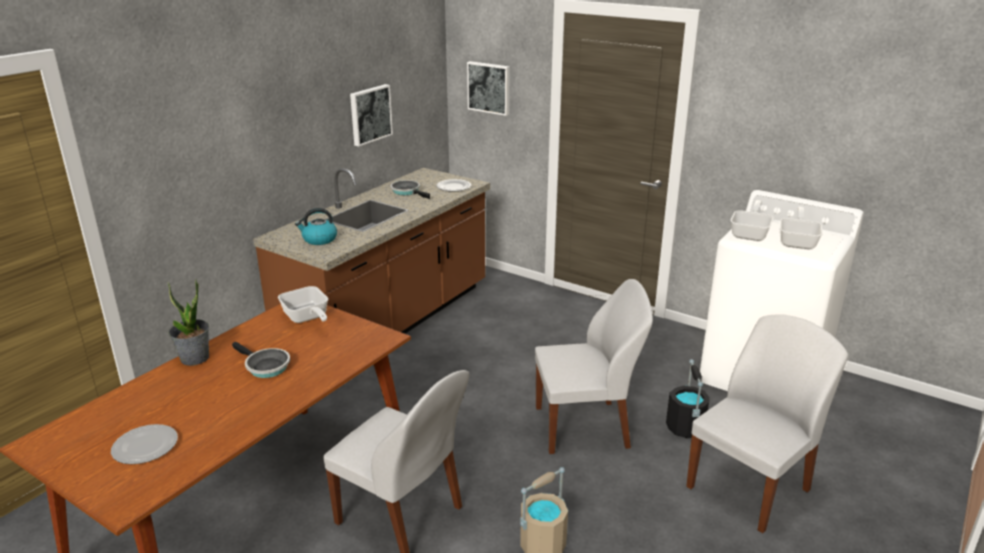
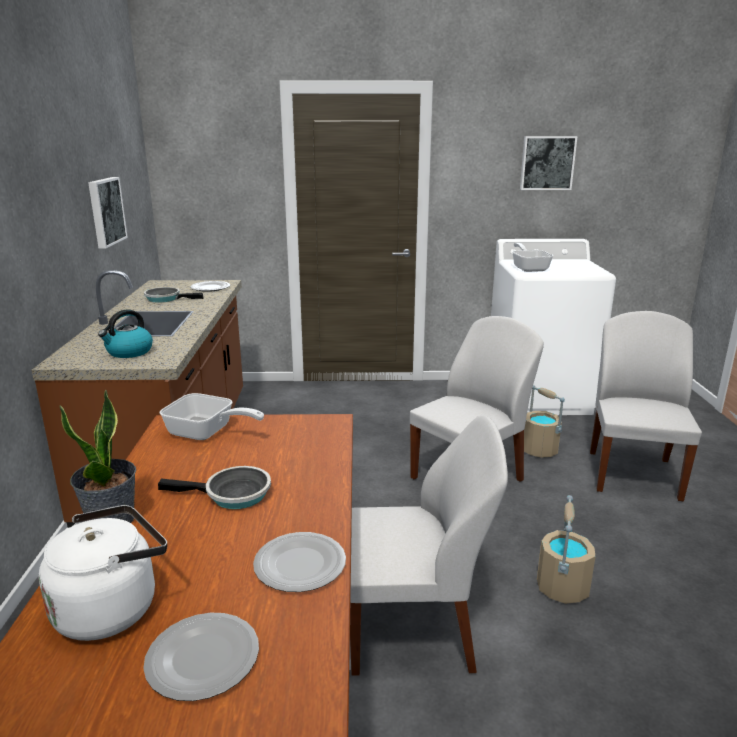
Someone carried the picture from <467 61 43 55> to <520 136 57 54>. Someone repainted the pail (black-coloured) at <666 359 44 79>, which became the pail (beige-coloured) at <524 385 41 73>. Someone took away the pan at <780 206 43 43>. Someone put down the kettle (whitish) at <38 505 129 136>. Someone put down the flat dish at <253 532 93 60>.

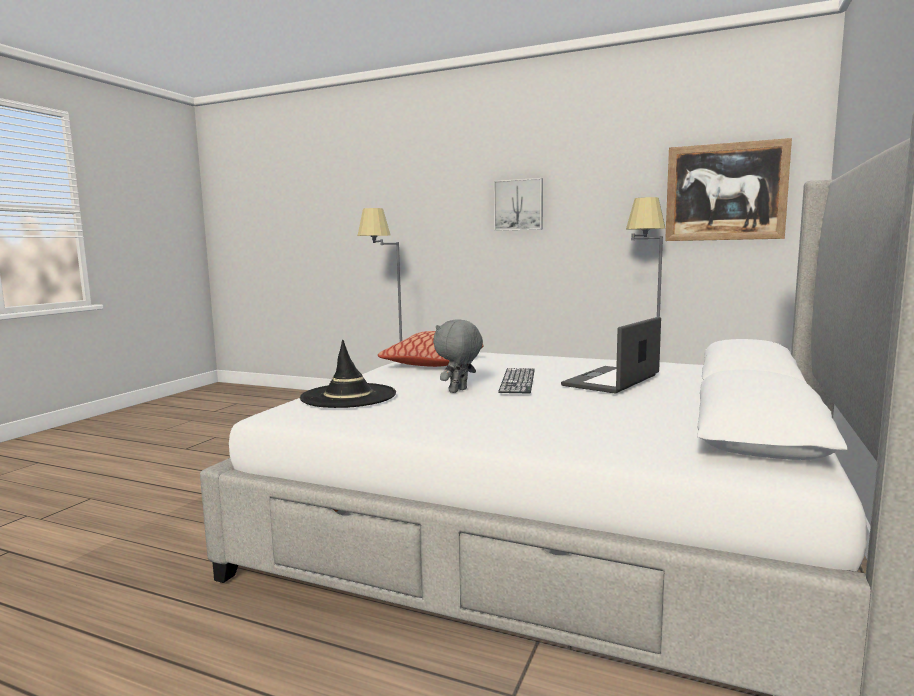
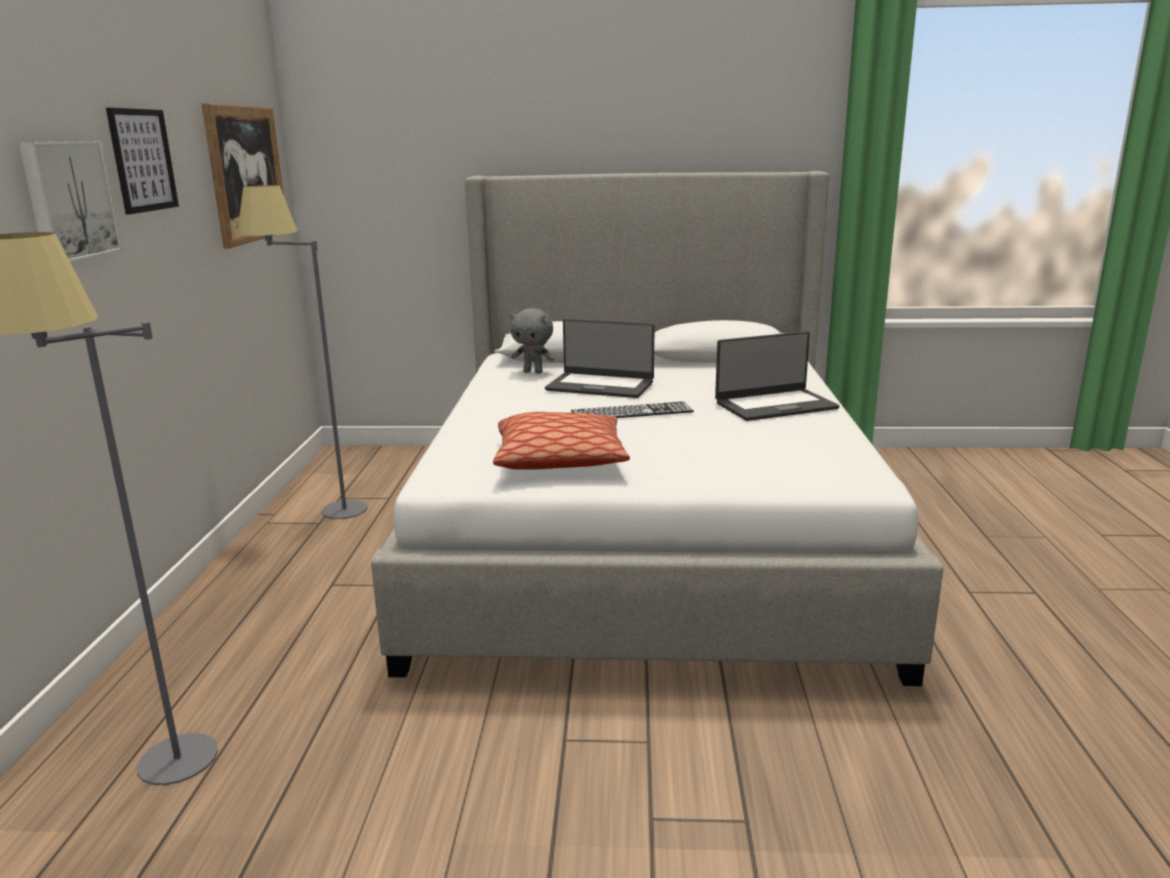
Someone took away the hat (black-coloured) at <300 340 96 68>. Someone carried the cuddly toy (gray) from <433 320 50 73> to <510 308 44 65>. Someone put up the picture at <106 108 73 107>. Someone put down the portable computer at <715 331 124 90>.

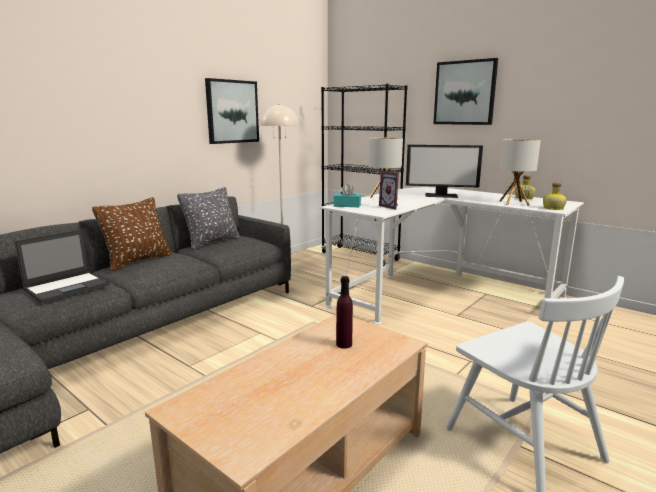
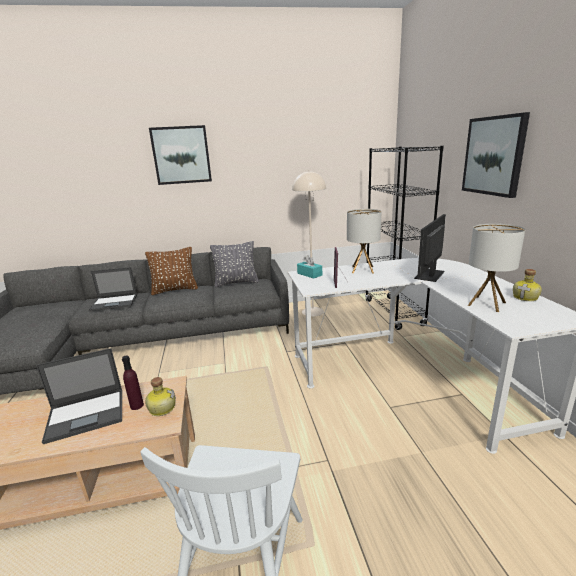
Someone carried the picture from <205 78 54 66> to <149 125 63 60>. Someone rotated the computer display at <406 145 77 53> by 75 degrees clockwise. Someone carried the drink bottle from <543 182 24 28> to <145 377 31 39>. Someone put down the portable computer at <36 348 86 96>.

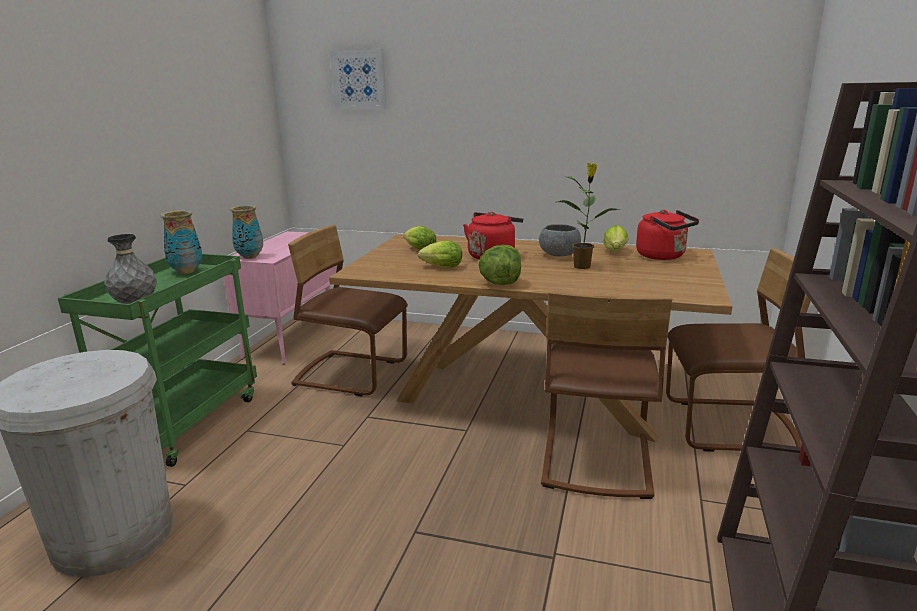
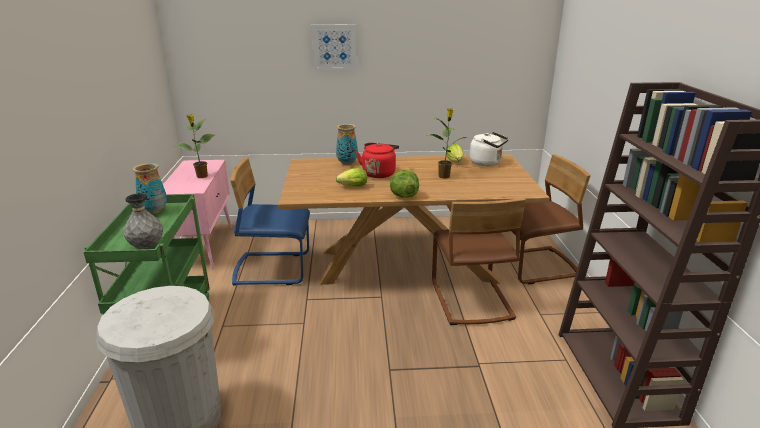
Someone carried the vase from <230 205 33 54> to <336 124 22 41>. Someone repainted the chair (brown) at <288 225 120 171>, which became the chair (bluish) at <230 158 80 128>. Someone carried the picture from <330 49 57 60> to <312 24 45 46>. Someone took away the lettuce head at <403 226 34 24>. Someone took away the deep dish (gray) at <539 224 42 32>. Someone repainted the kettle (red-coloured) at <636 210 63 50>, which became the kettle (whitish) at <470 132 39 34>. Someone put down the plant in a pot at <176 114 39 64>.

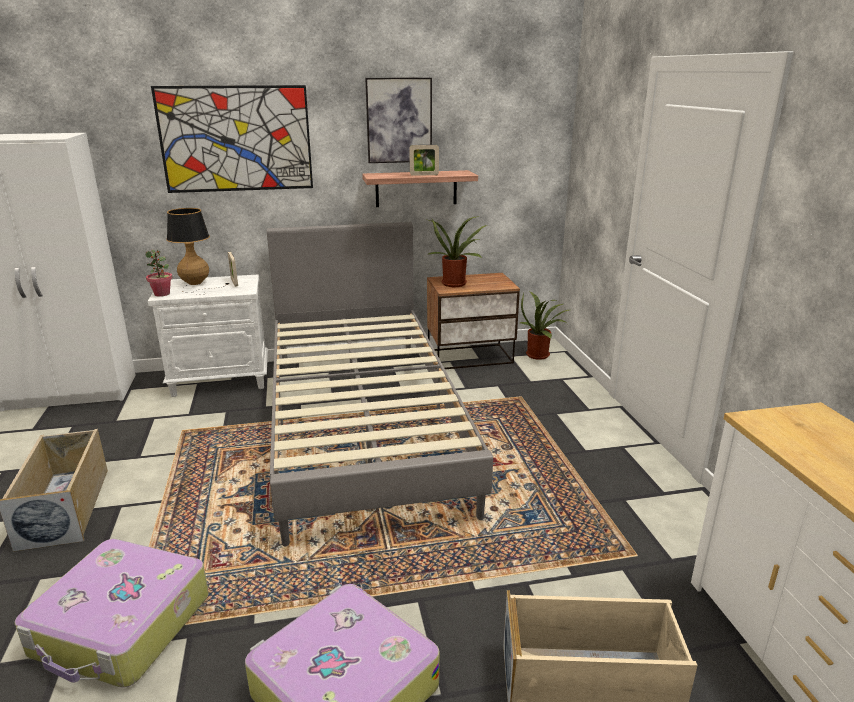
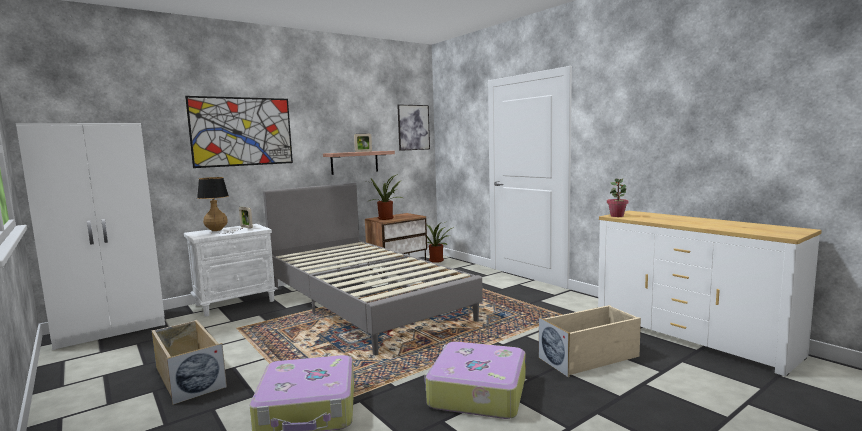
Someone carried the plant in a pot from <146 250 26 47> to <607 178 21 39>. Someone carried the picture from <365 78 67 85> to <397 104 33 47>.

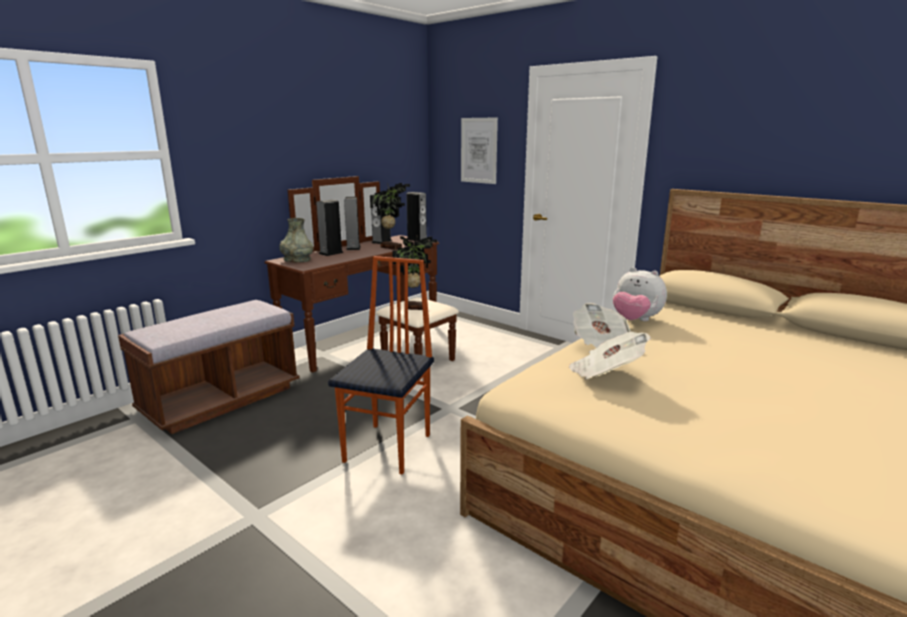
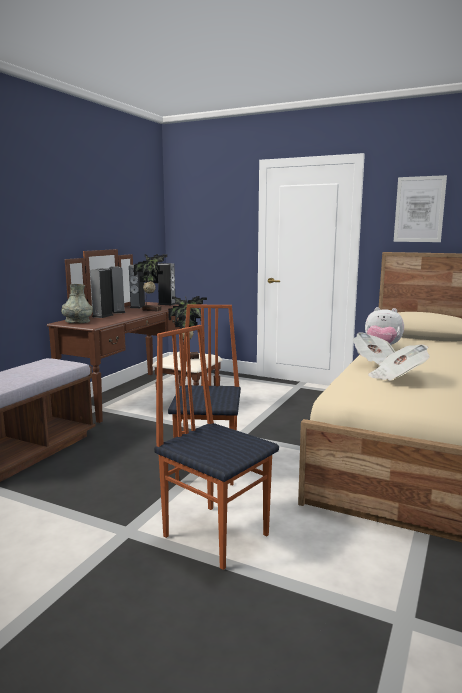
Someone carried the picture from <461 117 37 67> to <394 175 53 67>. Someone put down the chair at <154 325 125 245>.

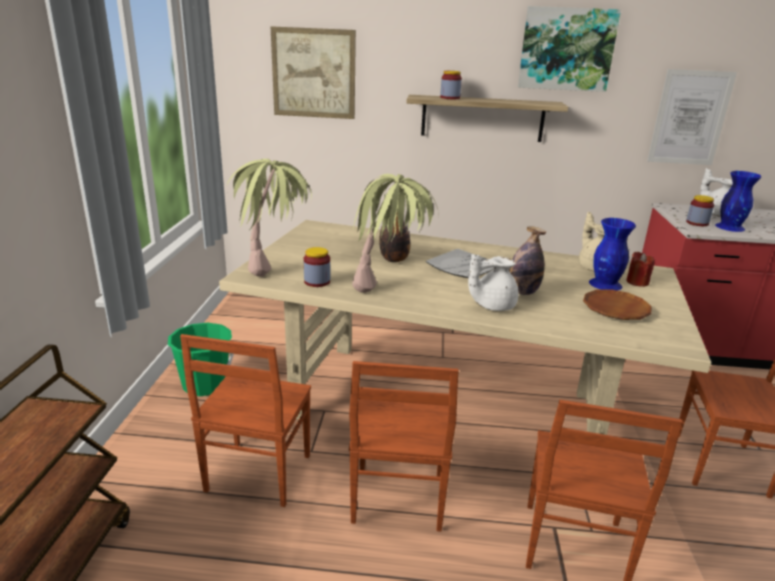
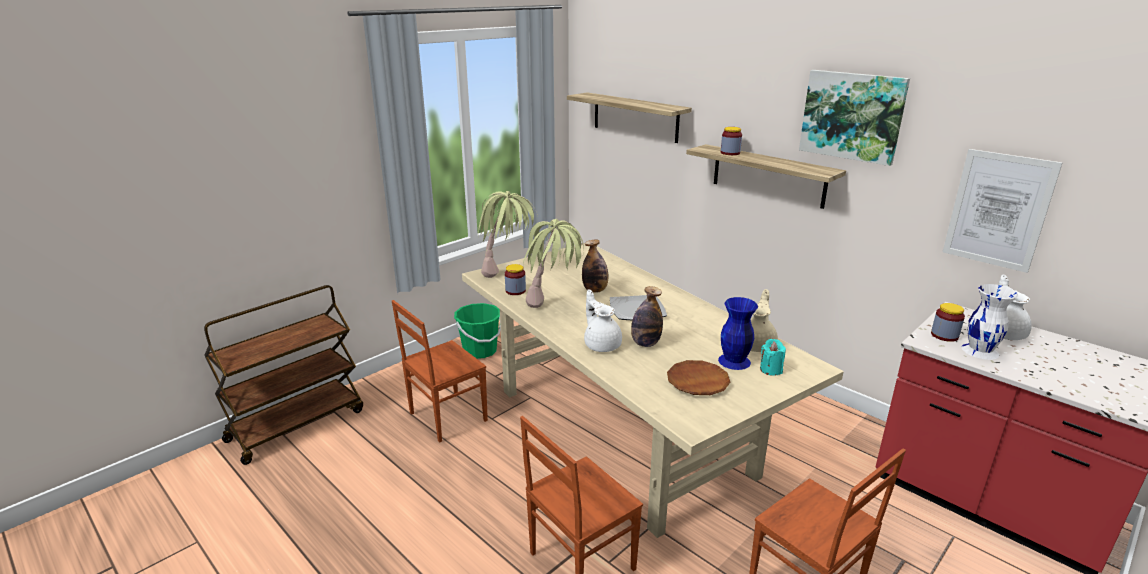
Someone swapped the picture at <271 26 85 93> for the bracket shelf at <567 92 125 51>. Someone took away the chair (brown) at <349 361 110 171>. Someone rotated the teapot (whitish) at <468 254 51 57> by 45 degrees clockwise. Someone repainted the wax candle (red-coloured) at <626 252 29 35>, which became the wax candle (blue-green) at <760 339 26 37>. Someone repainted the vase (bluish) at <715 171 46 61>, which became the vase (whitish) at <962 284 56 76>.

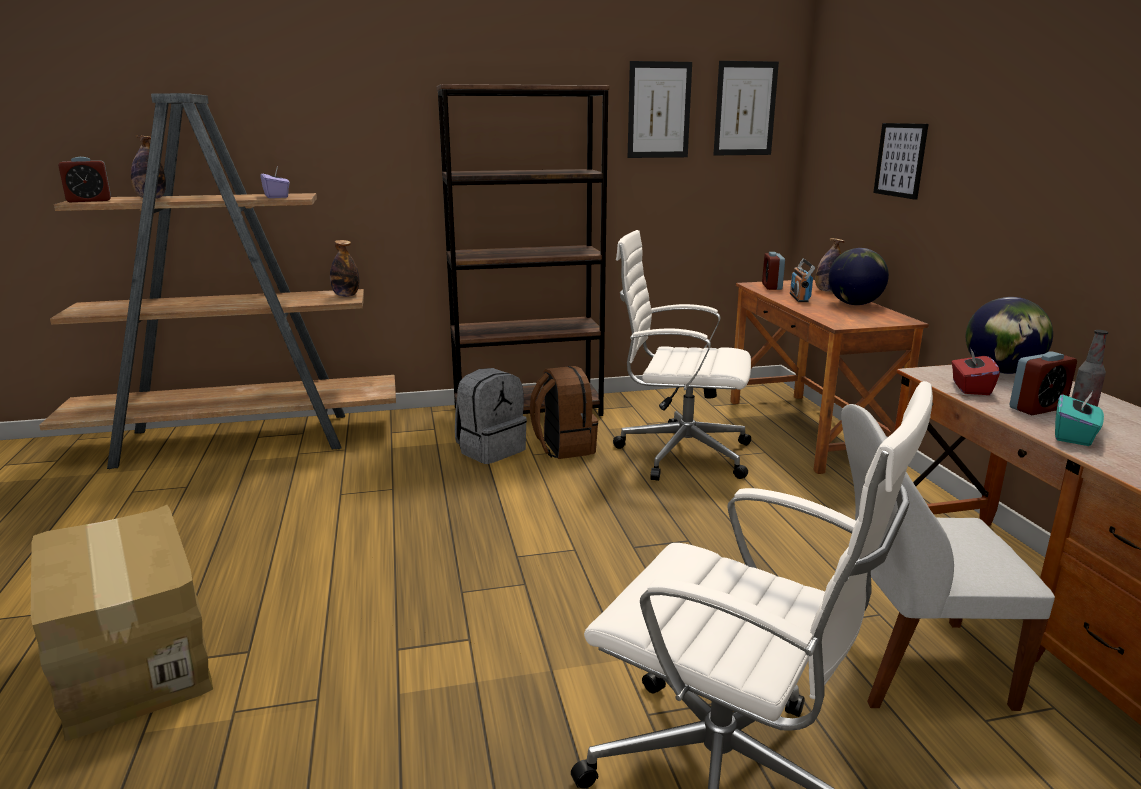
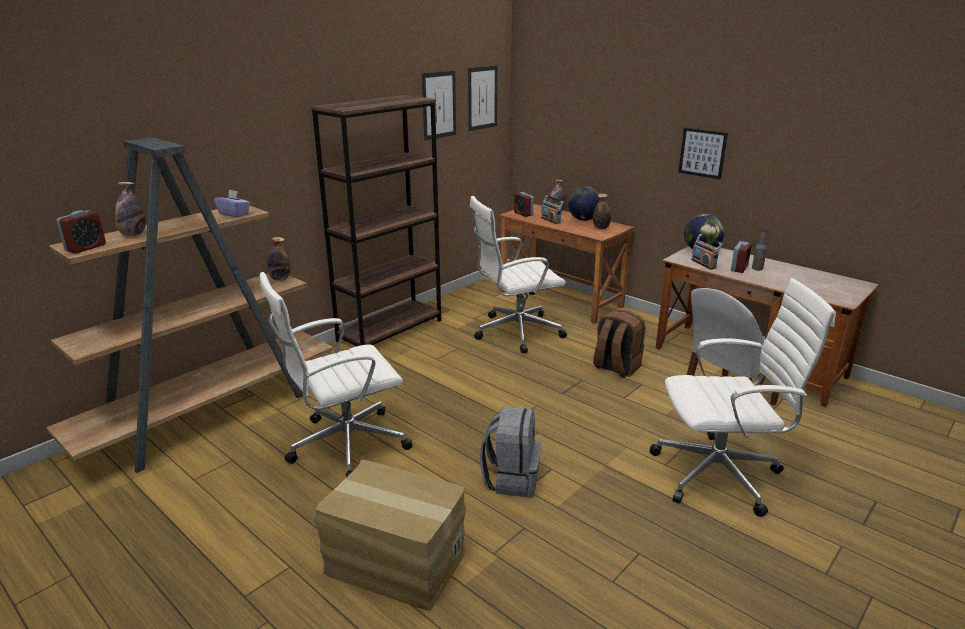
Someone carried the knapsack (gray) from <455 368 72 96> to <480 407 61 90>. Someone carried the knapsack (brown) from <530 366 68 93> to <593 309 52 69>. Someone carried the picture from <873 123 55 77> to <678 128 50 51>. Someone swapped the tissue box (red-coloured) at <951 348 49 47> for the radio set at <691 234 32 35>. Someone took away the tissue box (blue-green) at <1055 392 49 54>. Someone put down the computer chair (whitish) at <260 272 152 205>. Someone put down the drink bottle at <593 193 18 36>.

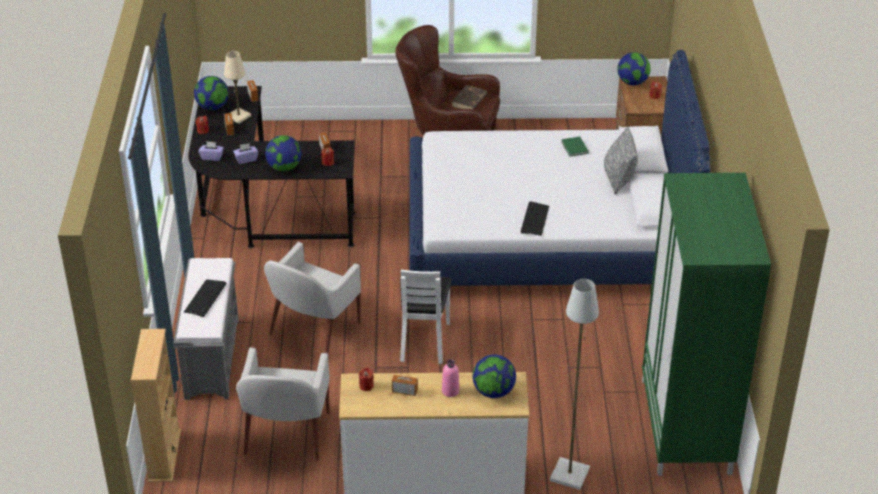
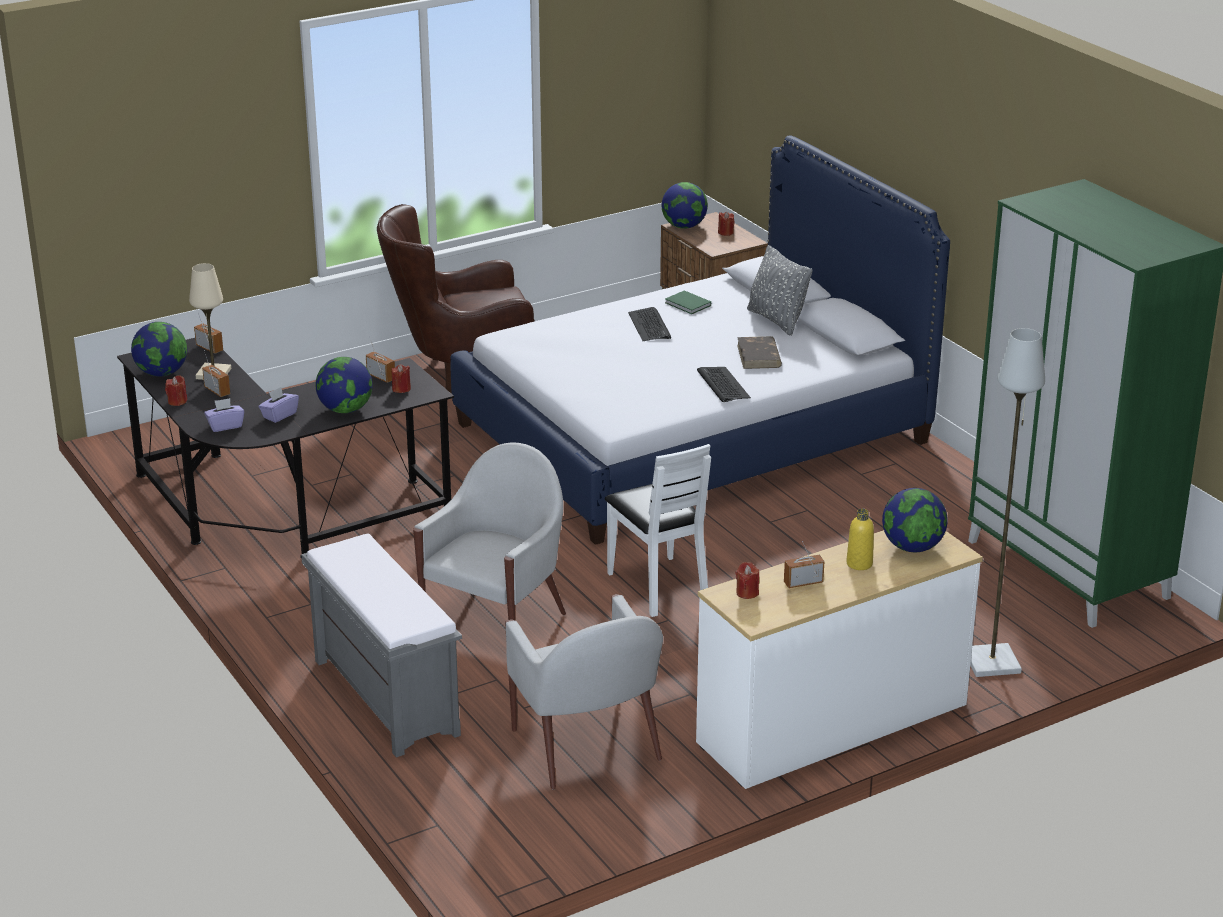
Someone took away the bookshelf (beige-coloured) at <131 329 50 153>. Someone carried the computer keyboard from <184 279 43 38> to <628 307 43 34>. Someone rotated the lounge chair (whitish) at <264 241 97 112> by 150 degrees counterclockwise. Someone repainted the drink bottle (pink) at <442 359 17 38>, which became the drink bottle (yellow-coloured) at <846 509 28 61>. Someone carried the volume (brown) from <452 85 36 25> to <737 336 45 33>.

